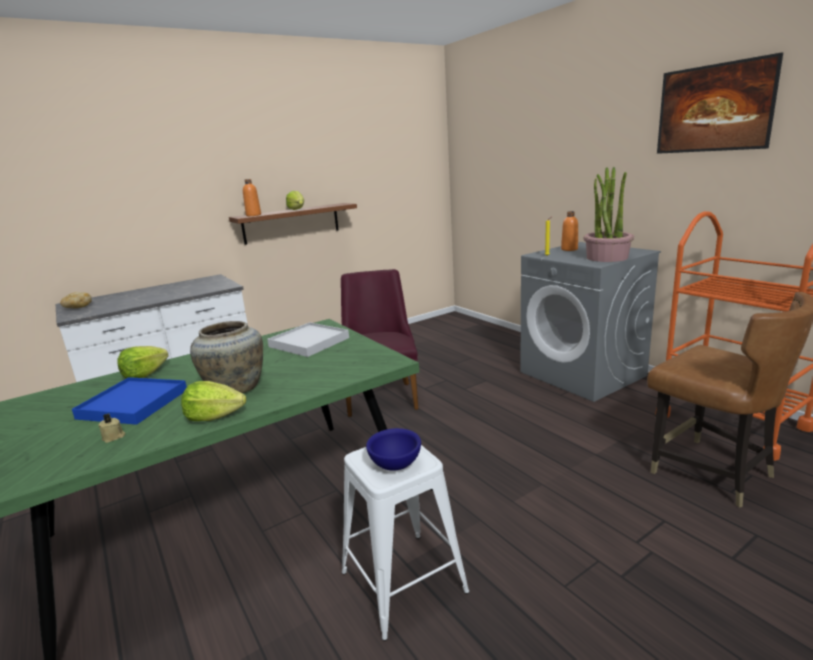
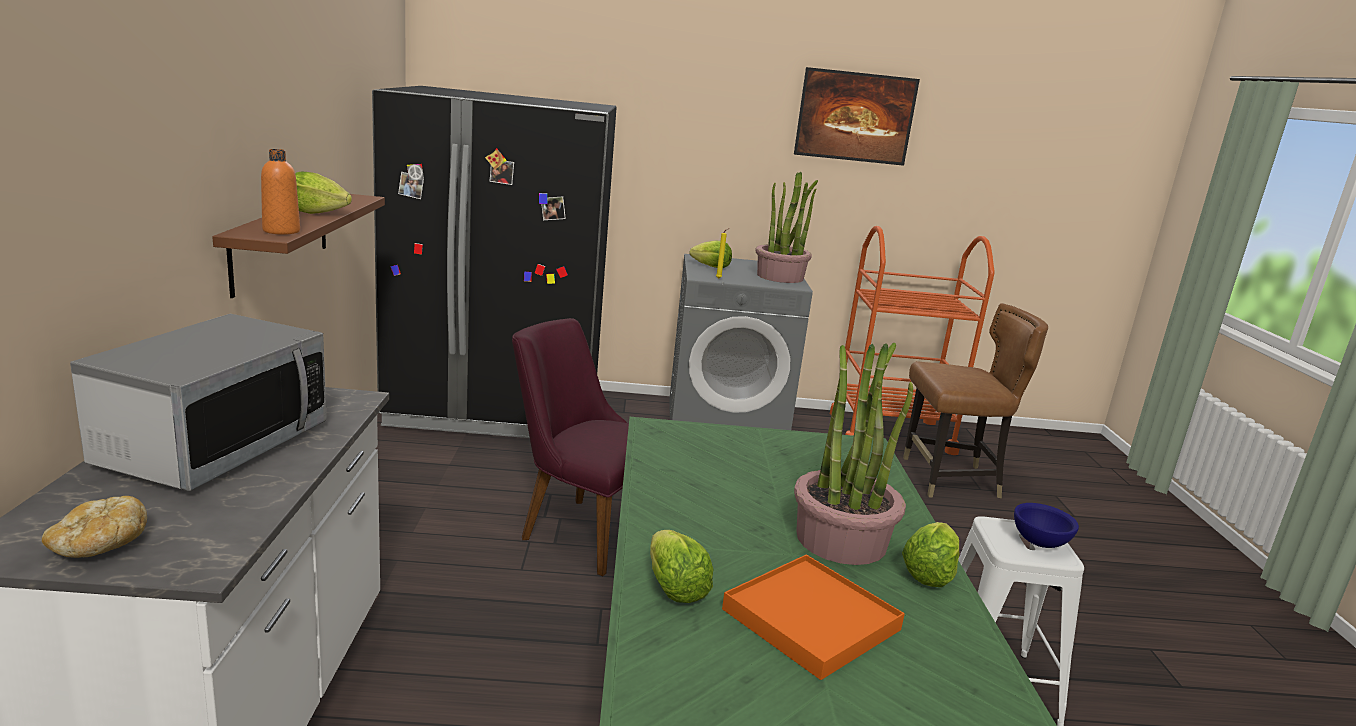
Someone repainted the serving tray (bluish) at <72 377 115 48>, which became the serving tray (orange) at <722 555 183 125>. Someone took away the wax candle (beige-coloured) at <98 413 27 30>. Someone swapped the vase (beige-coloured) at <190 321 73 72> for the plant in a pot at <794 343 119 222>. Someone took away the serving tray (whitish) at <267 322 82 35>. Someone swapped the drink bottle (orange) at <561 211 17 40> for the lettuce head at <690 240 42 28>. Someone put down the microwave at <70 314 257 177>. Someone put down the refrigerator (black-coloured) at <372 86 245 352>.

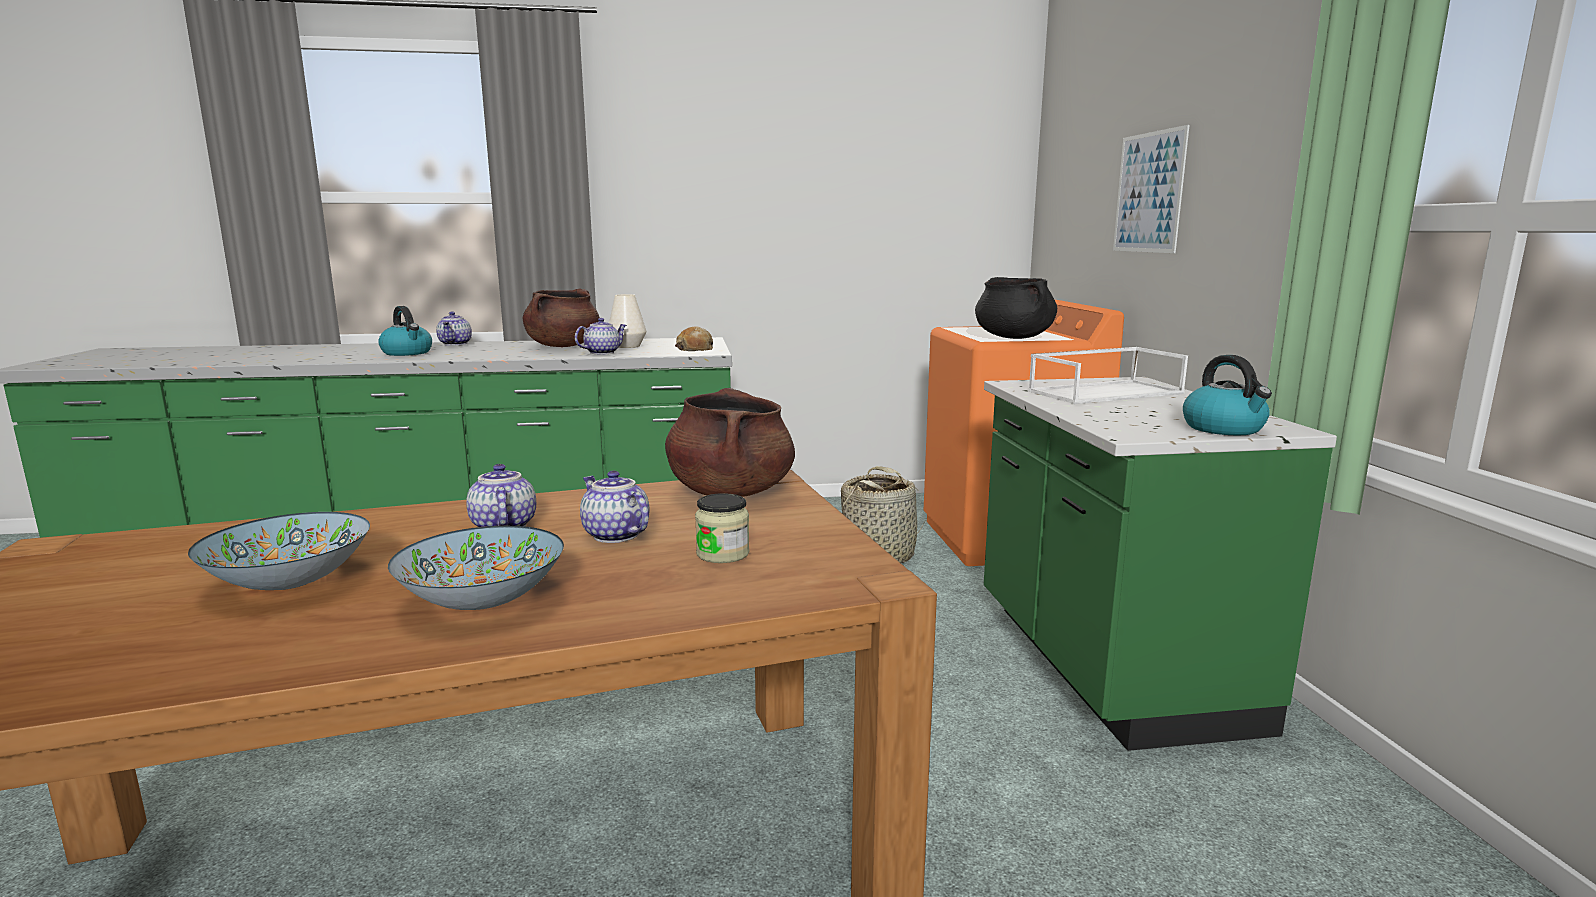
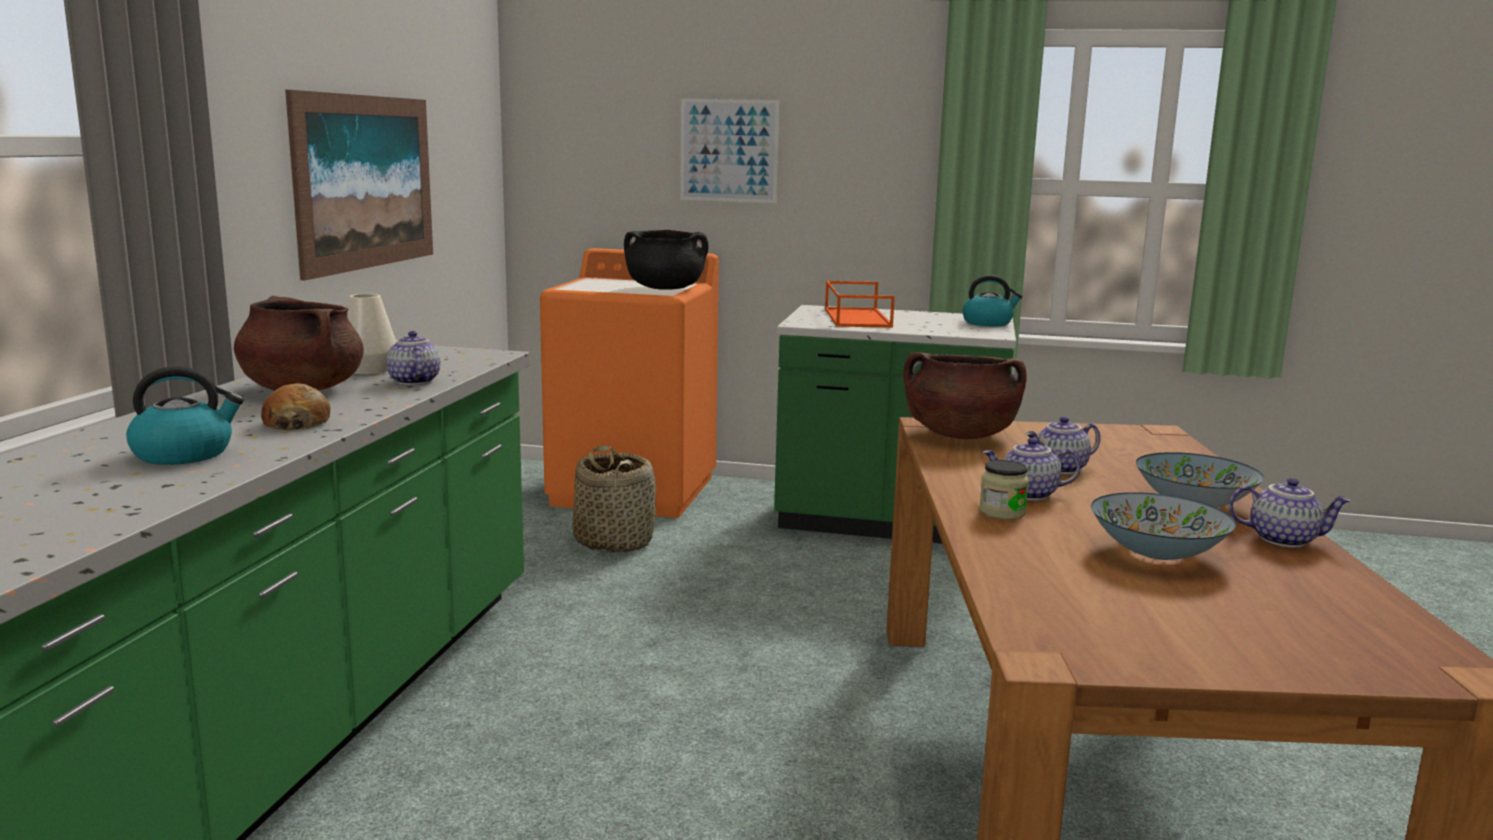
Someone carried the teapot from <436 312 36 34> to <1229 478 122 69>. Someone carried the bakery bread from <675 327 38 24> to <261 383 70 47>. Someone carried the jar from <695 493 55 70> to <979 460 50 59>. Someone repainted the serving tray (whitish) at <1028 347 160 57>, which became the serving tray (orange) at <825 281 70 47>. Someone put up the picture at <285 90 148 190>.

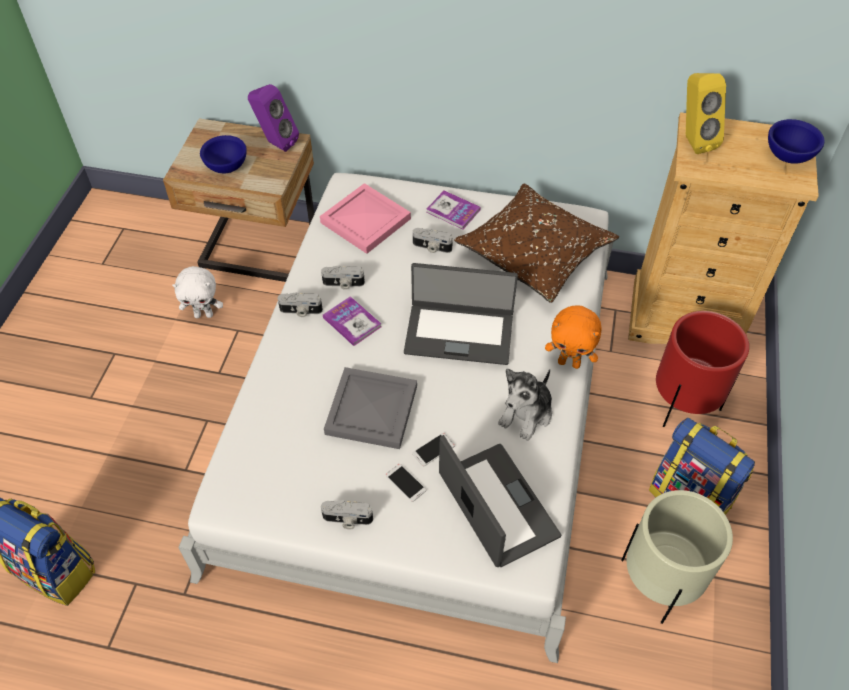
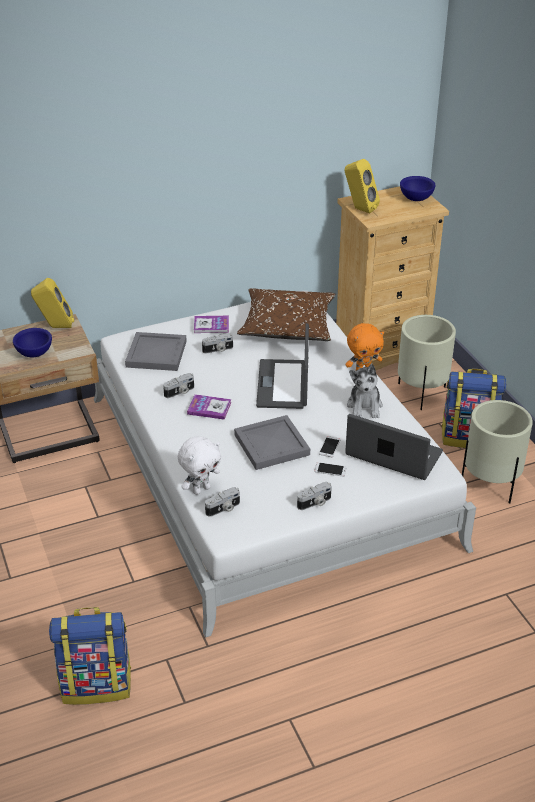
Someone carried the cuddly toy (whitish) from <172 266 51 52> to <178 436 43 59>. Someone repainted the audio speaker (purplish) at <248 84 51 68>, which became the audio speaker (yellow-coloured) at <31 278 43 50>. Someone carried the photo camera from <278 292 45 25> to <205 487 35 30>. Someone repainted the serving tray (pink) at <320 183 91 71>, which became the serving tray (gray) at <125 332 62 39>. Someone rotated the portable computer at <404 263 114 102> by 120 degrees clockwise. Someone repainted the planter (red-coloured) at <656 311 93 116>, which became the planter (beige-coloured) at <398 315 58 95>.

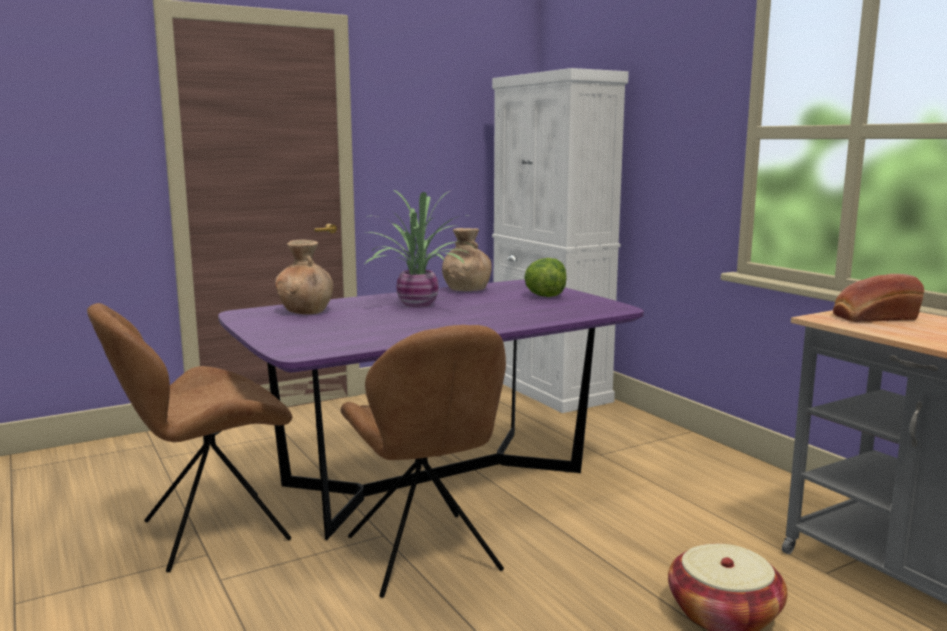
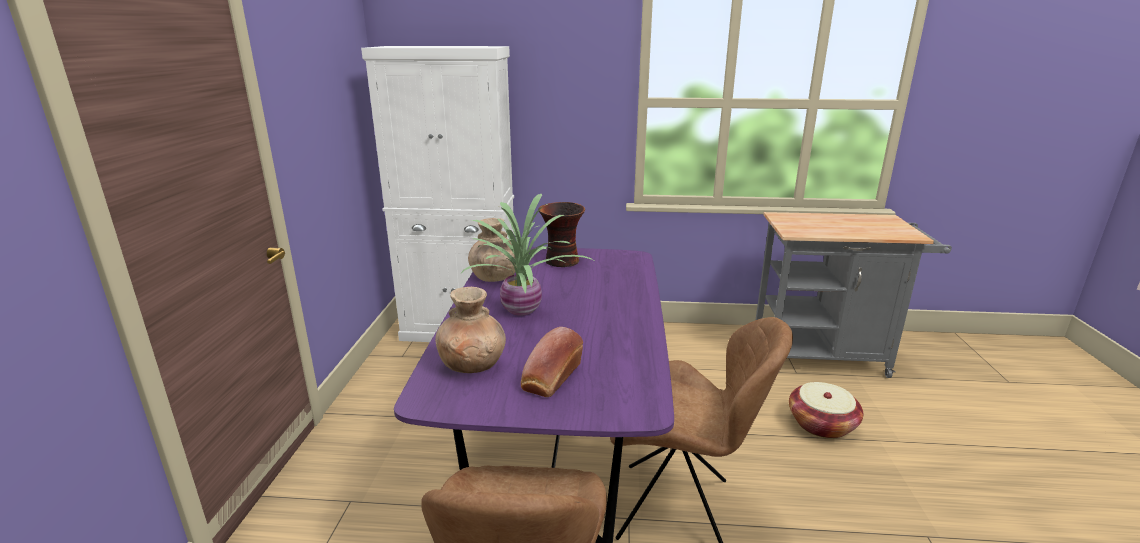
Someone swapped the lettuce head at <524 258 43 39> for the vase at <538 202 47 65>. Someone carried the bakery bread from <833 274 91 48> to <521 327 62 70>.

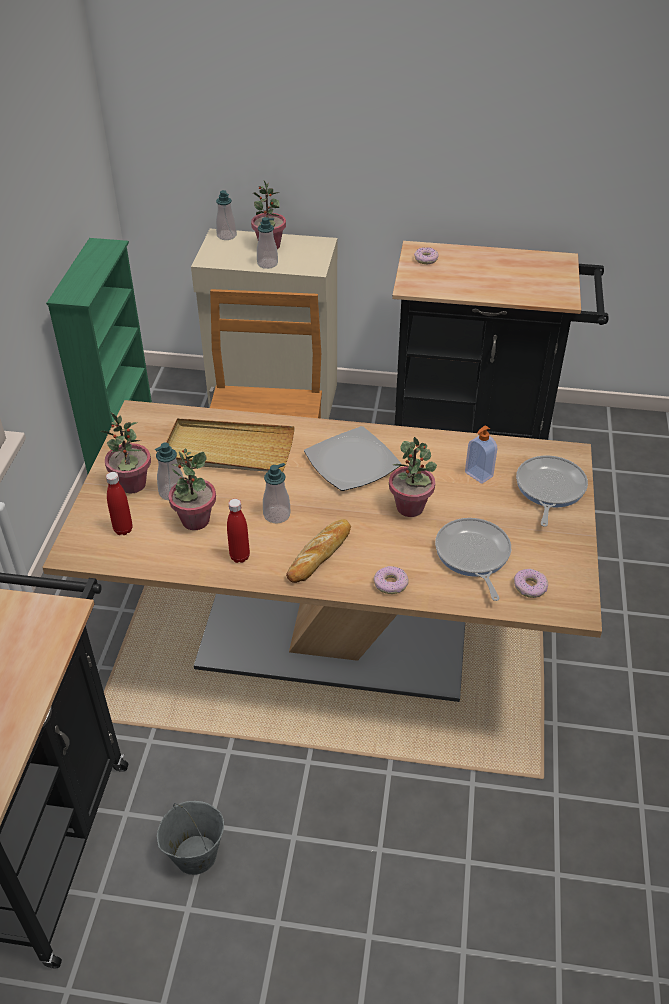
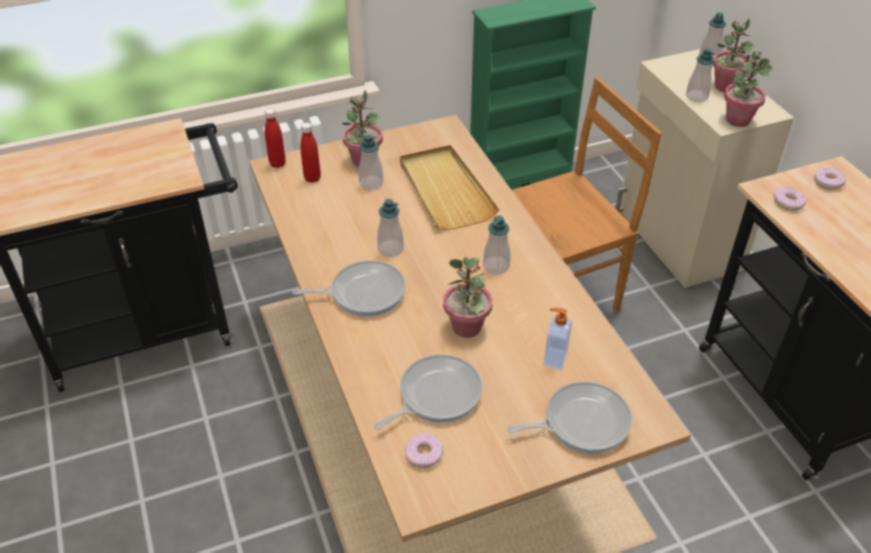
Someone took away the pail (gray) at <157 801 67 74>. Someone carried the plant in a pot from <169 448 47 82> to <724 51 49 76>. Someone carried the drink bottle (red-coloured) from <227 499 23 64> to <265 108 21 60>. Someone swapped the bakery bread at <286 519 65 64> for the pan at <292 260 114 56>. Someone swapped the flat dish at <304 426 98 65> for the soap dispenser at <483 216 27 58>. Someone carried the ring doughnut from <374 566 35 28> to <774 187 32 24>.

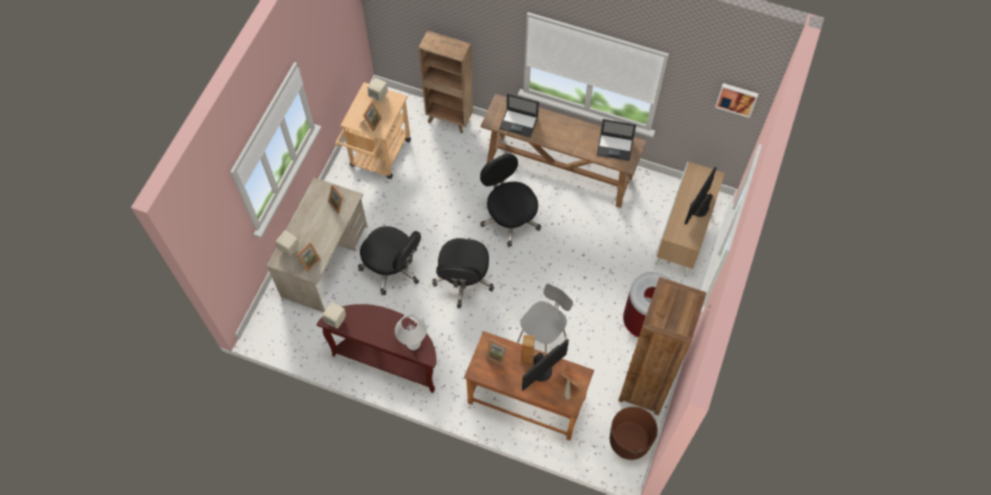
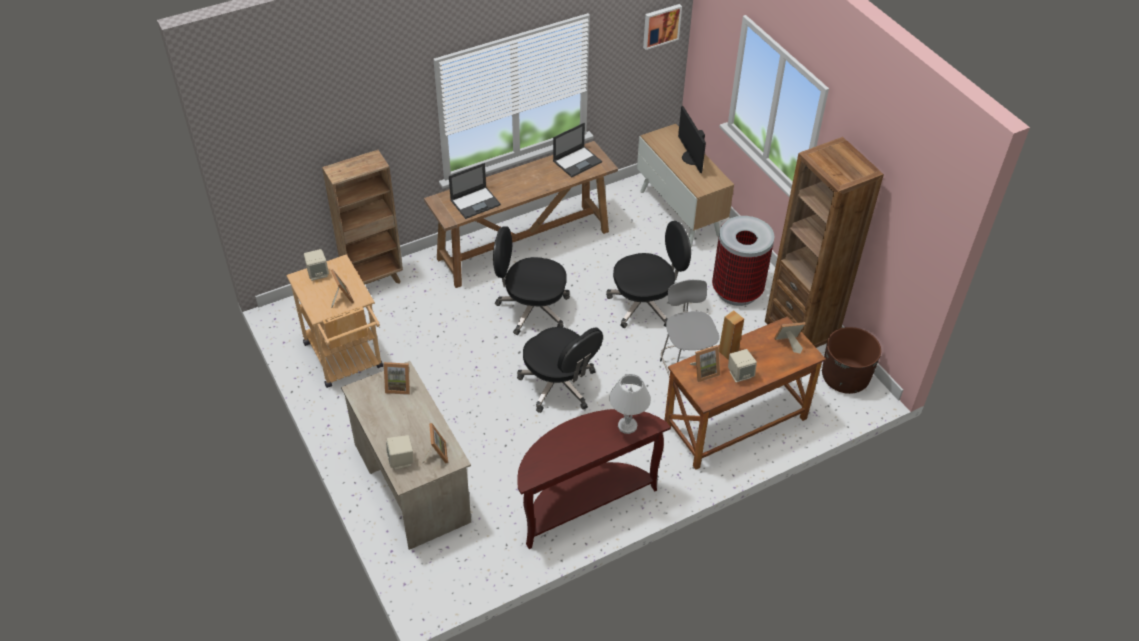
Someone carried the audio speaker (beige-coloured) from <322 302 24 27> to <728 349 29 33>. Someone carried the computer chair (black-coloured) from <358 226 63 69> to <606 221 85 107>. Someone took away the computer display at <522 339 47 52>.

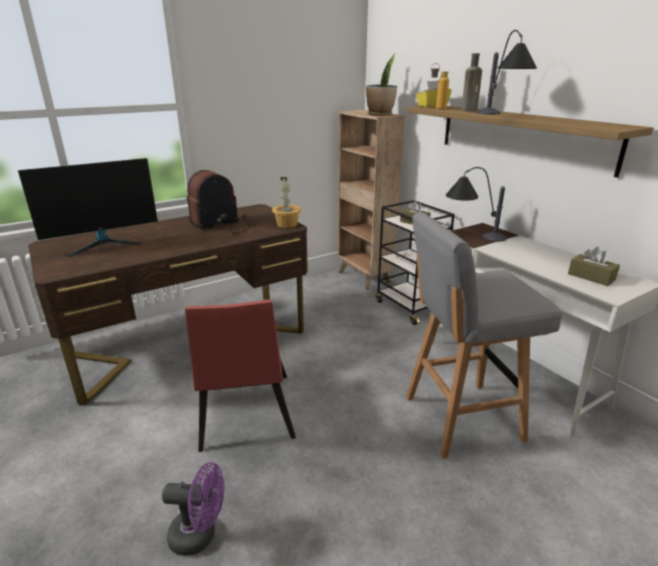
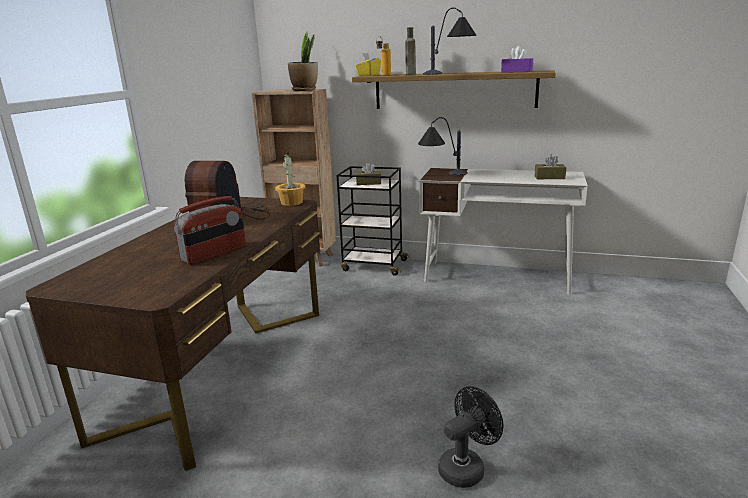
Someone took away the computer display at <18 158 140 99>. Someone repainted the fan (purplish) at <162 462 62 94>, which became the fan (black-coloured) at <438 386 65 102>. Someone took away the chair (red-coloured) at <185 300 111 152>. Someone took away the stool seat (gray) at <406 212 157 246>. Someone put down the radio set at <174 196 72 68>. Someone put down the tissue box (purplish) at <501 46 32 27>.

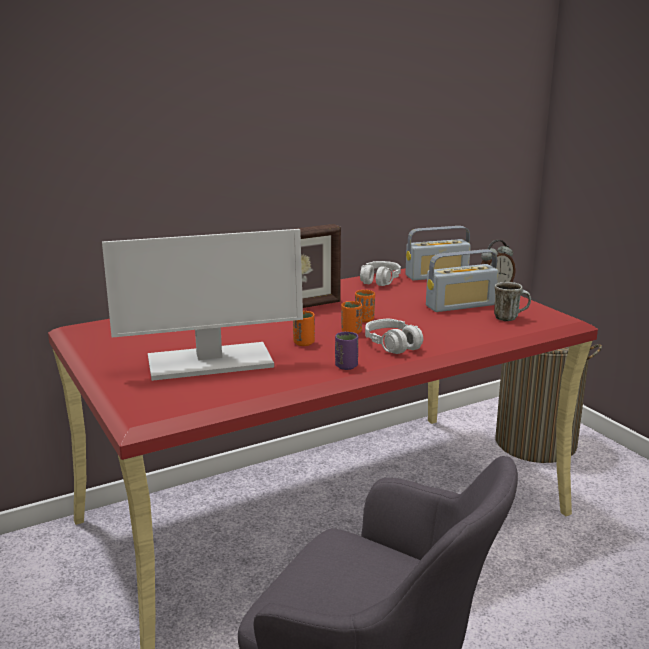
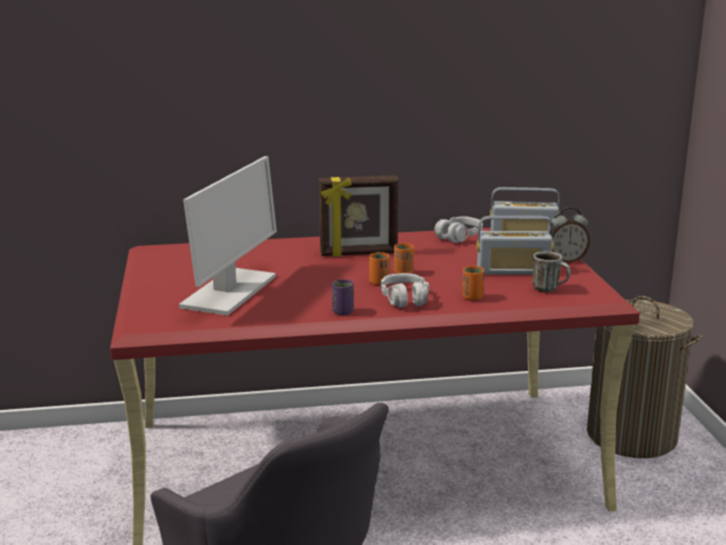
Someone rotated the computer display at <102 229 201 152> by 75 degrees counterclockwise. Someone carried the cup (orange) from <293 311 22 35> to <462 266 22 35>.

